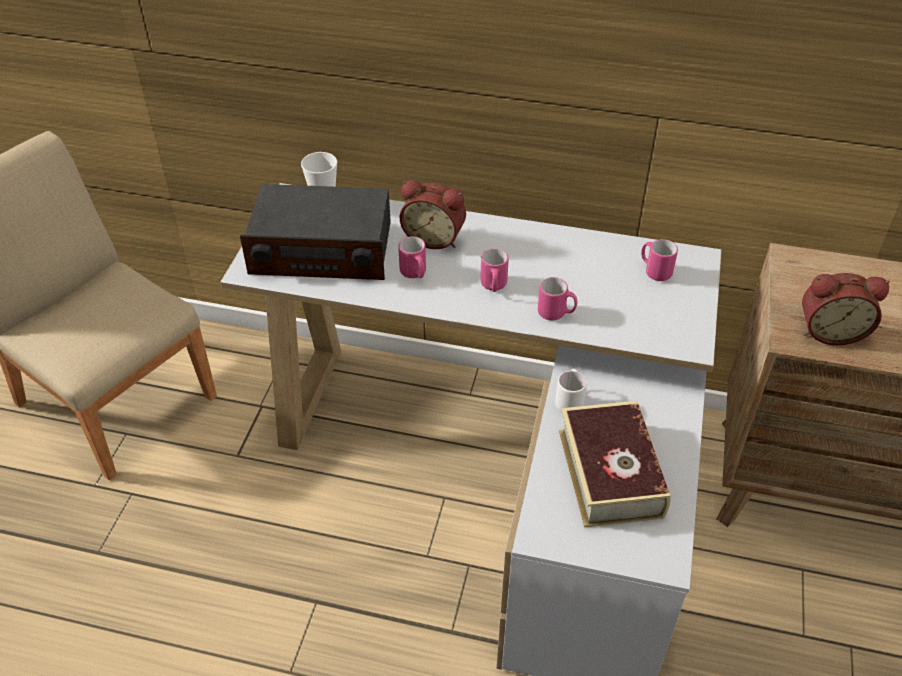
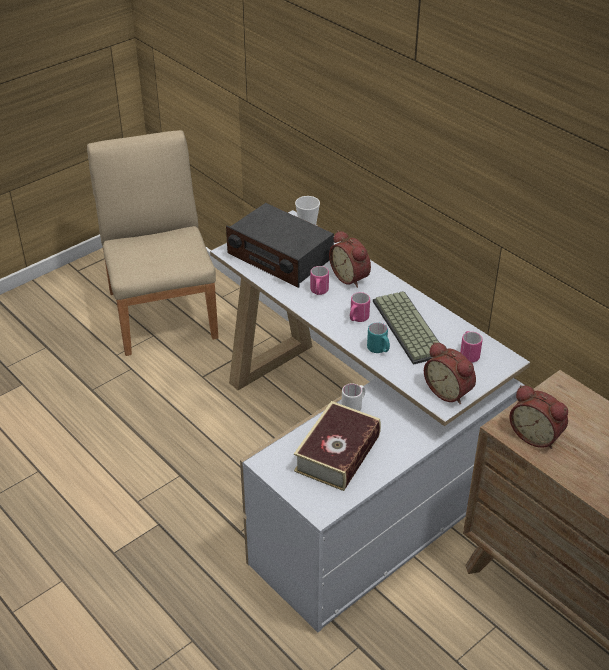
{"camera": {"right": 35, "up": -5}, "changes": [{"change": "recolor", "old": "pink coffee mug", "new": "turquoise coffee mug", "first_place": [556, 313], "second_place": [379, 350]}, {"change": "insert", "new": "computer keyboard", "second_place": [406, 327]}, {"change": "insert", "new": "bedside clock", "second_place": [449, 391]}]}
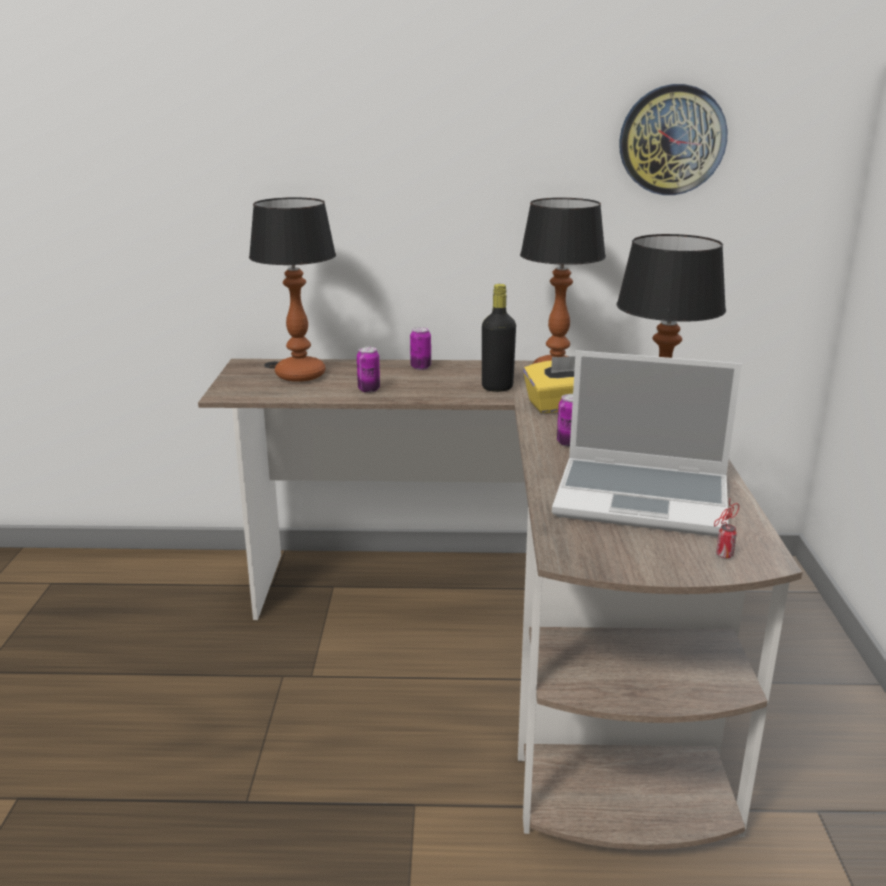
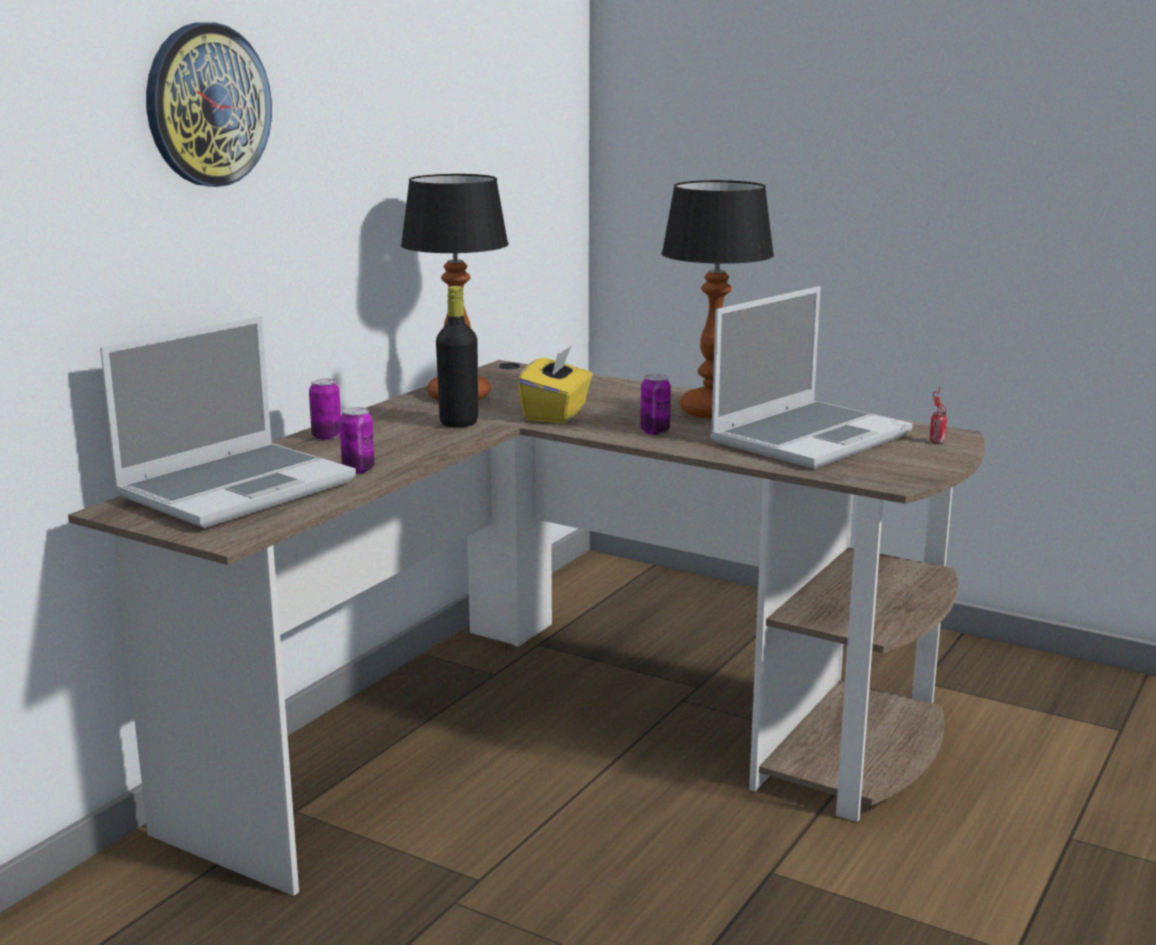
{"camera": {"right": -60, "up": -5}, "changes": [{"change": "replace", "old": "table lamp", "new": "portable computer", "first_place": [301, 374], "second_place": [237, 488]}, {"change": "move", "old": "hanging clock", "first_place": [672, 140], "second_place": [207, 105]}]}
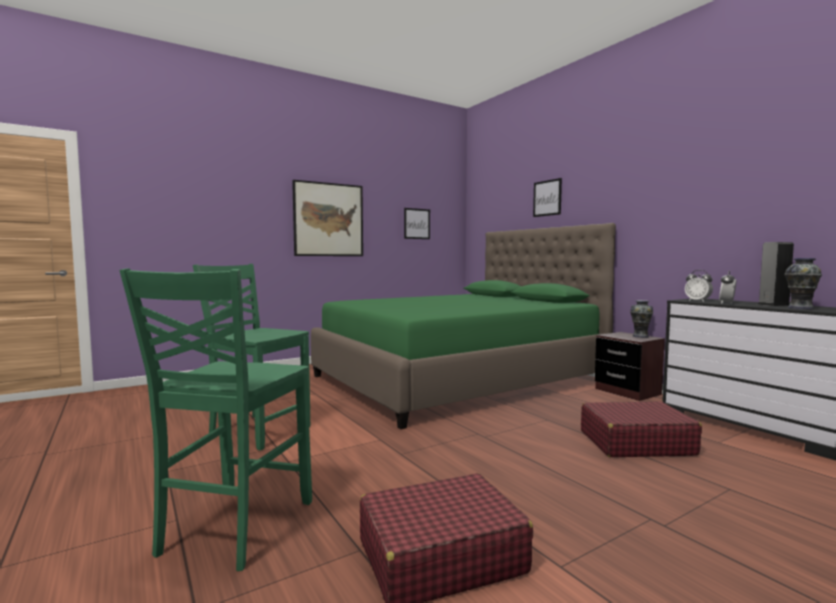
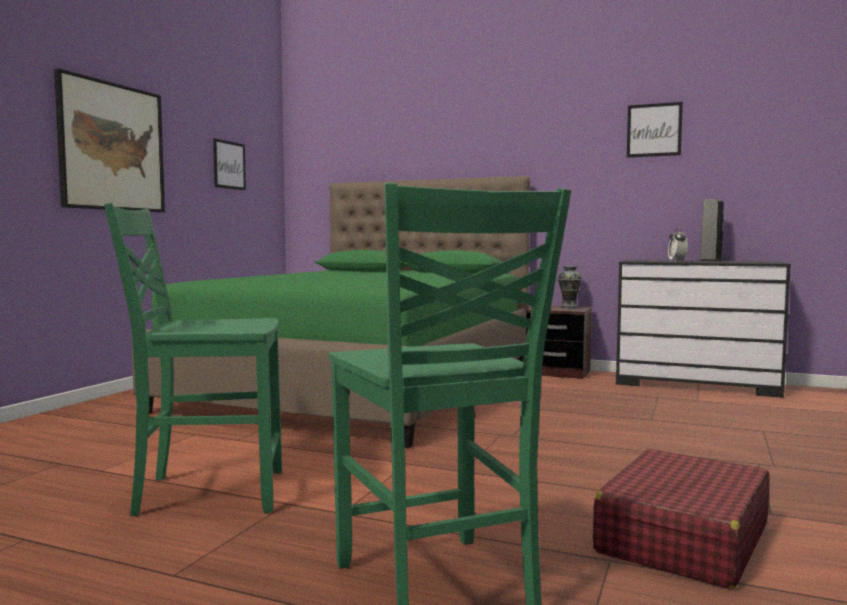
{"camera": {"right": -35, "up": 0}, "changes": [{"change": "move", "old": "wall art", "first_place": [547, 198], "second_place": [654, 130]}, {"change": "delete", "old": "reddish piece of luggage", "first_place": [635, 443]}, {"change": "delete", "old": "bedside clock", "first_place": [697, 301]}, {"change": "delete", "old": "decorative vase", "first_place": [800, 308]}]}
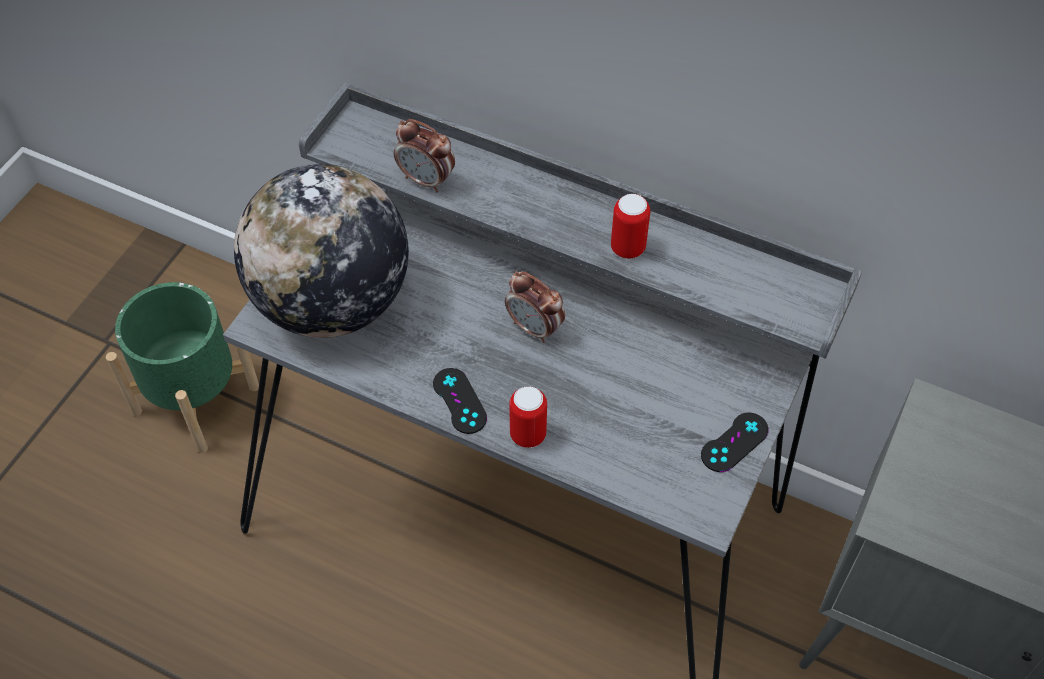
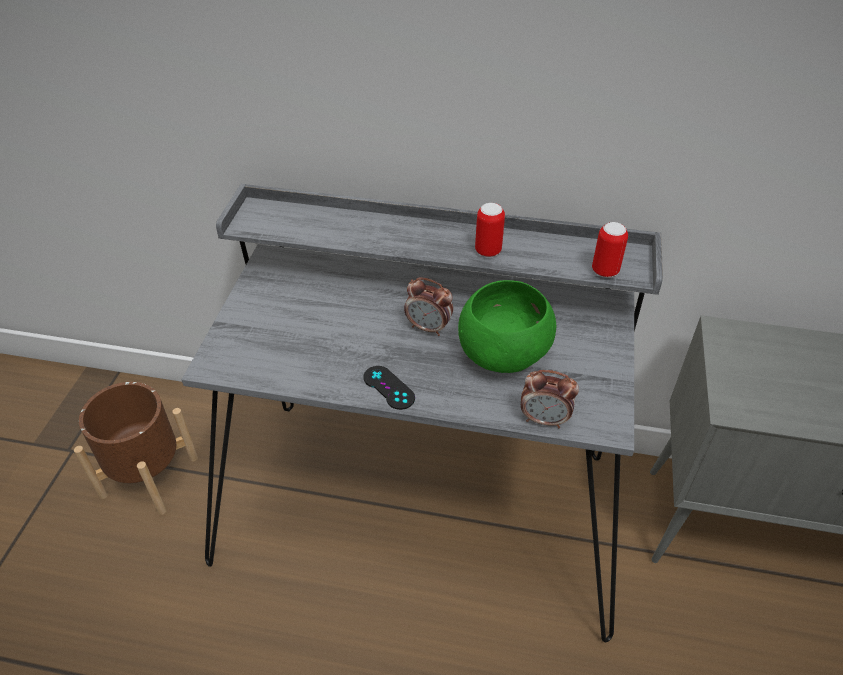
{"camera": {"right": -15, "up": -10}, "changes": [{"change": "recolor", "old": "green plant pot", "new": "brown plant pot", "first_place": [195, 398], "second_place": [149, 476]}, {"change": "delete", "old": "desk globe", "first_place": [332, 302]}, {"change": "move", "old": "bedside clock", "first_place": [426, 180], "second_place": [544, 419]}, {"change": "move", "old": "metal can", "first_place": [528, 435], "second_place": [605, 271]}, {"change": "delete", "old": "black joypad", "first_place": [734, 442]}, {"change": "insert", "new": "green deep dish", "second_place": [501, 353]}]}
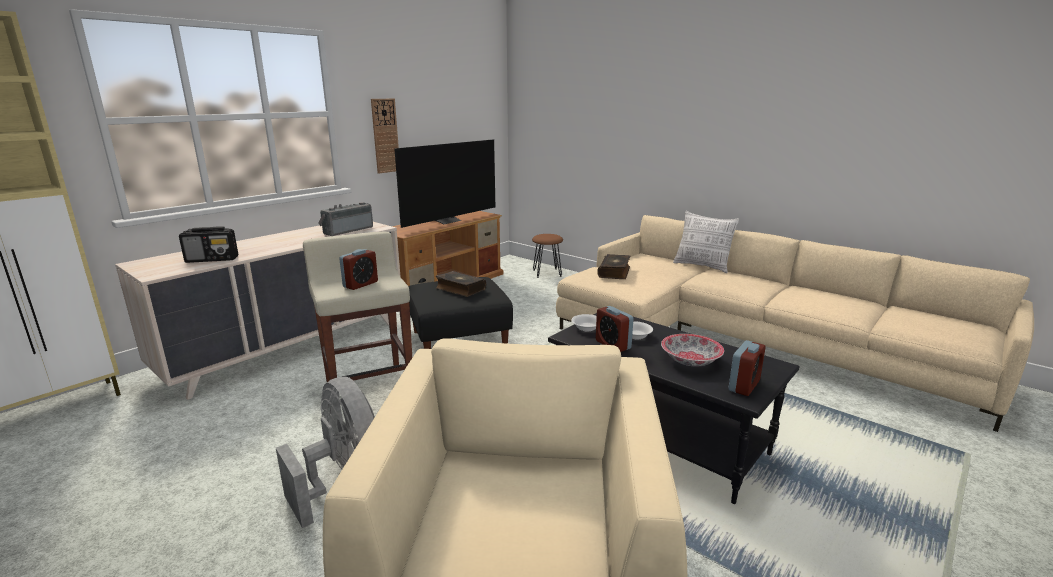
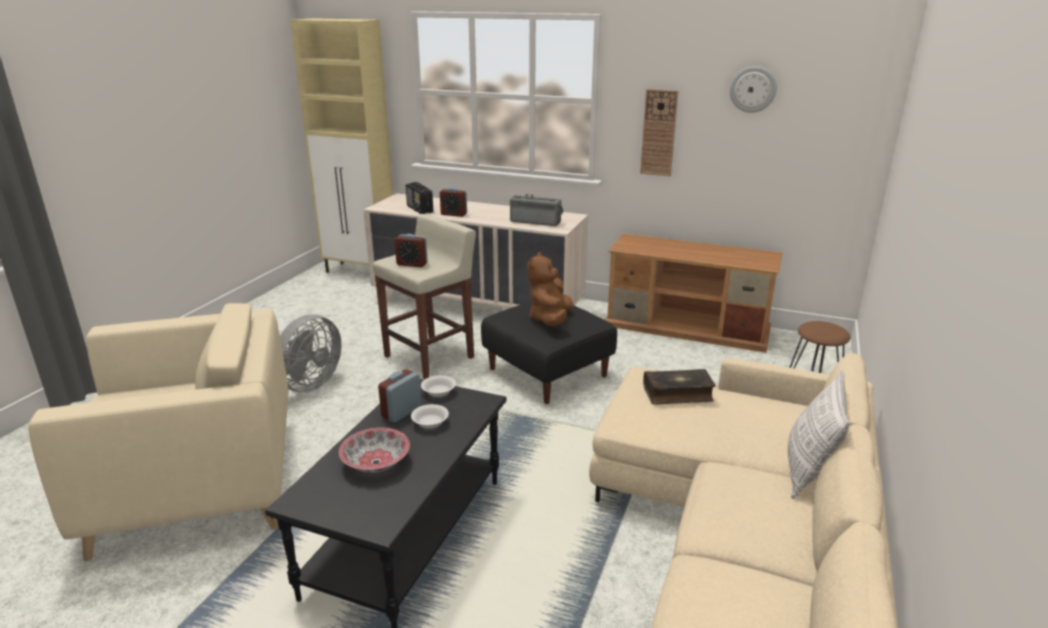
{"camera": {"right": 70, "up": 5}, "changes": [{"change": "delete", "old": "television", "first_place": [447, 221]}, {"change": "replace", "old": "bound book", "new": "brown cuddly toy", "first_place": [460, 289], "second_place": [550, 319]}, {"change": "move", "old": "bedside clock", "first_place": [744, 386], "second_place": [454, 214]}, {"change": "insert", "new": "hanging clock", "second_place": [753, 89]}]}
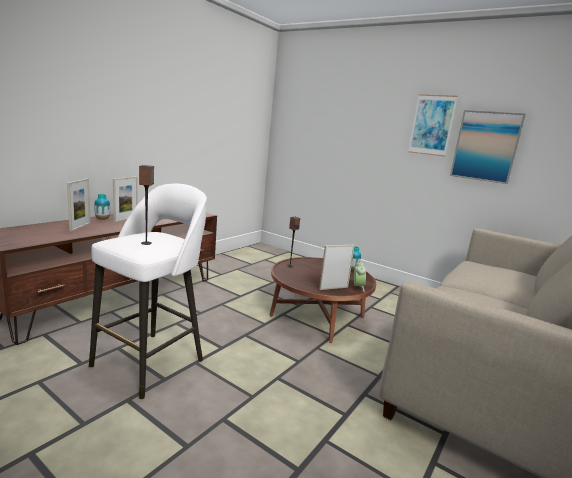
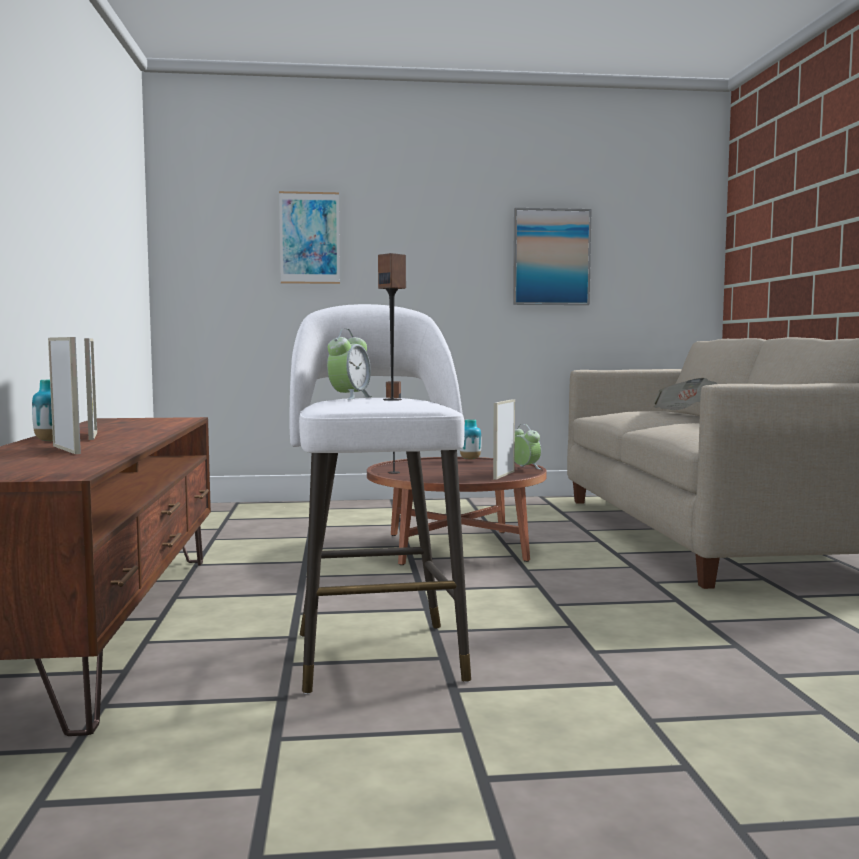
{"camera": {"right": -40, "up": -10}, "changes": [{"change": "move", "old": "wall art", "first_place": [432, 125], "second_place": [309, 238]}, {"change": "insert", "new": "bedside clock", "second_place": [349, 397]}, {"change": "insert", "new": "printed paper", "second_place": [683, 412]}]}
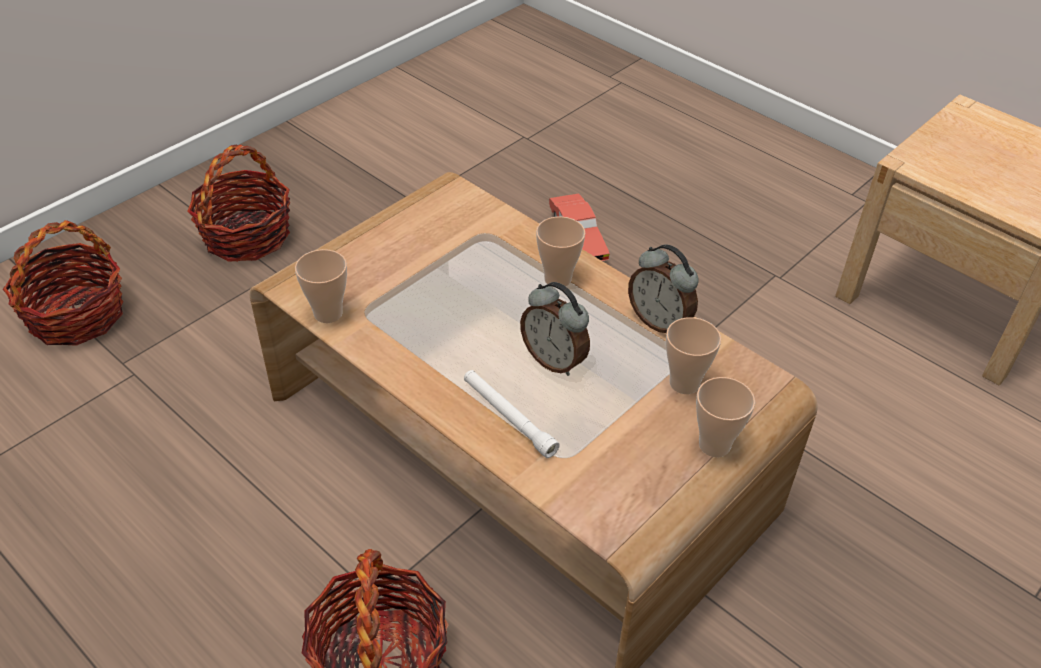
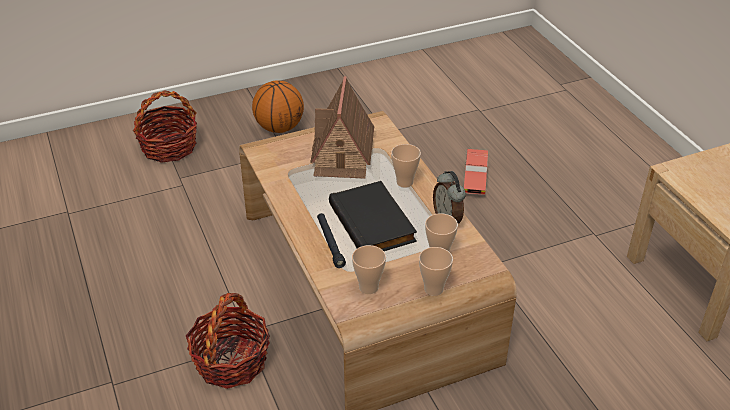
{"camera": {"right": 25, "up": -5}, "changes": [{"change": "replace", "old": "household basket", "new": "basketball", "first_place": [247, 236], "second_place": [279, 128]}, {"change": "move", "old": "small cup", "first_place": [328, 313], "second_place": [368, 287]}, {"change": "recolor", "old": "white-coloured flashlight", "new": "black flashlight", "first_place": [508, 417], "second_place": [330, 243]}, {"change": "replace", "old": "bedside clock", "new": "black bound book", "first_place": [554, 360], "second_place": [374, 222]}, {"change": "insert", "new": "model house", "second_place": [342, 153]}]}
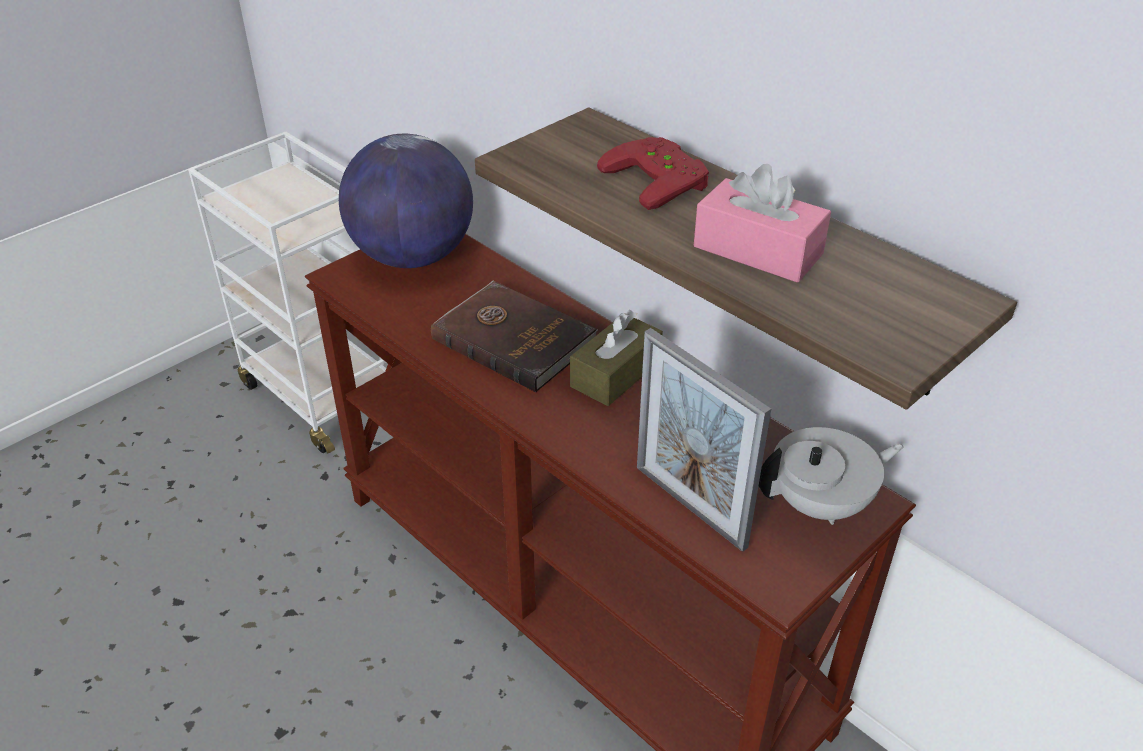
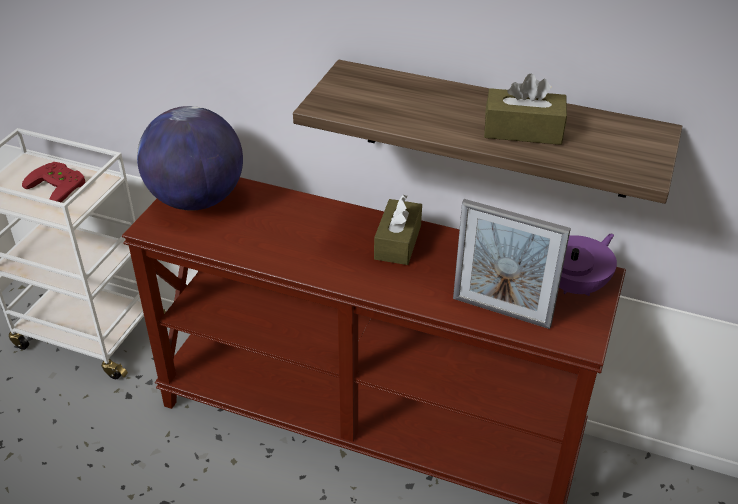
{"camera": {"right": -25, "up": 0}, "changes": [{"change": "delete", "old": "brown bound book", "first_place": [514, 339]}, {"change": "move", "old": "reddish joypad", "first_place": [661, 179], "second_place": [60, 185]}, {"change": "recolor", "old": "pink tissue holder", "new": "brown tissue holder", "first_place": [758, 250], "second_place": [523, 130]}, {"change": "recolor", "old": "white-coloured tea pot", "new": "purple tea pot", "first_place": [821, 504], "second_place": [575, 286]}]}
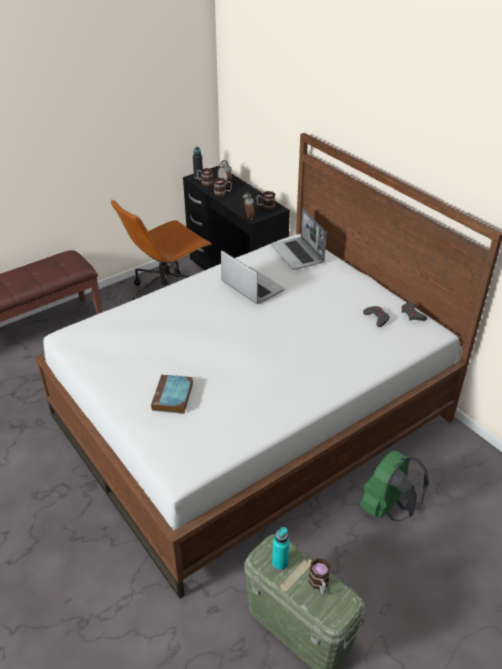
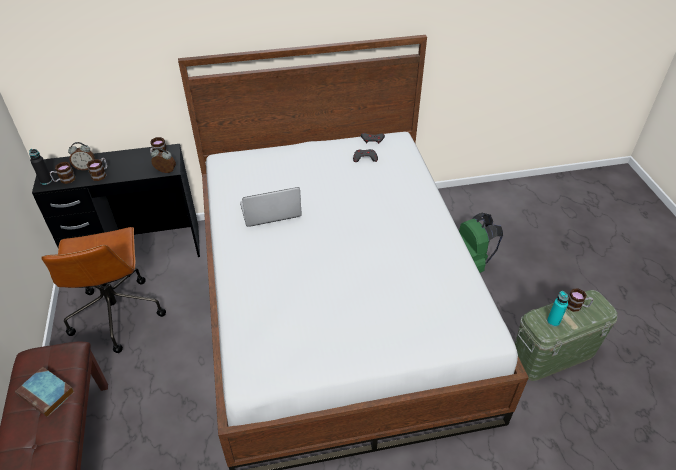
{"camera": {"right": -65, "up": 5}, "changes": [{"change": "move", "old": "bound book", "first_place": [173, 397], "second_place": [47, 394]}, {"change": "delete", "old": "portable computer", "first_place": [298, 254]}]}
